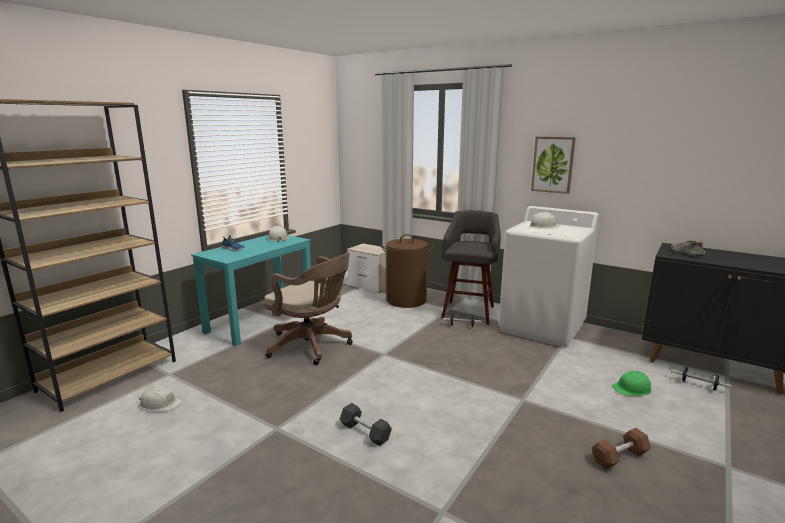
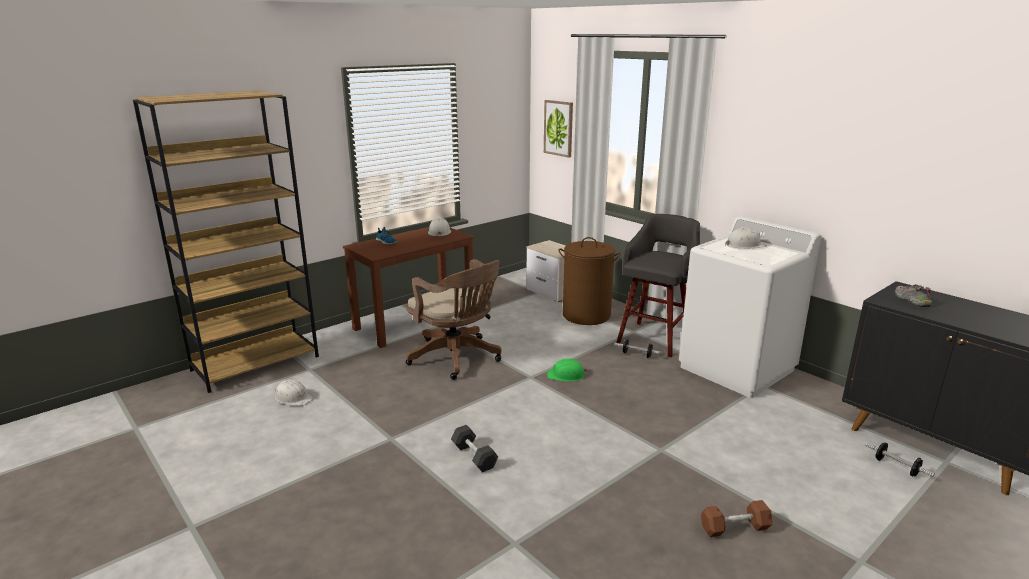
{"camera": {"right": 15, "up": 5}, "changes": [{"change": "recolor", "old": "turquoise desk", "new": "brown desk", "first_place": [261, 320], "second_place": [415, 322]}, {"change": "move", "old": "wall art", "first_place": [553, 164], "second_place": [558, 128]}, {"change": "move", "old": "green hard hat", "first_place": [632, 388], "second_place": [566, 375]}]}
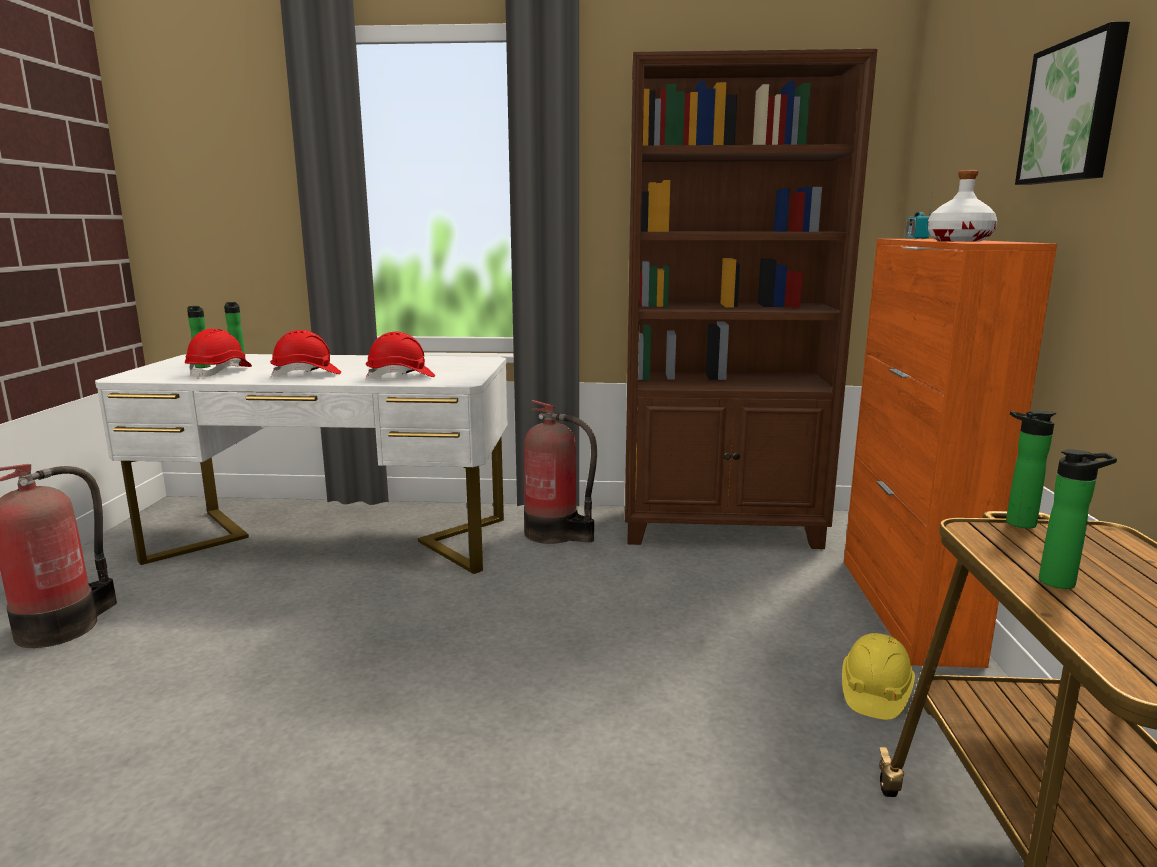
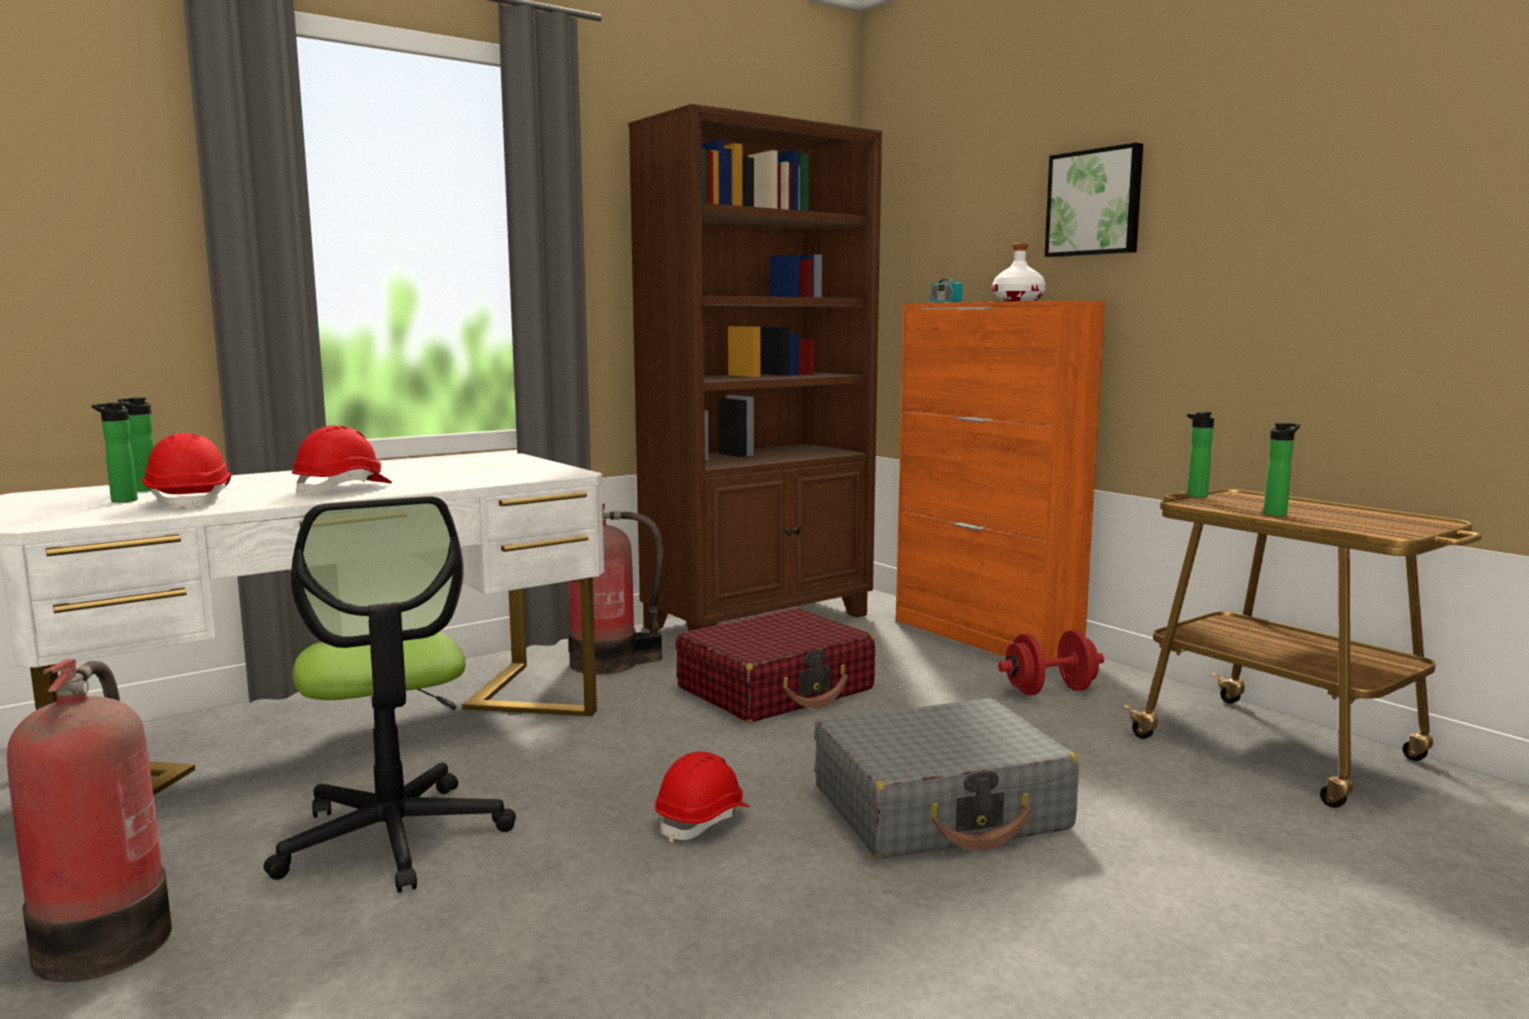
{"camera": {"right": -40, "up": -5}, "changes": [{"change": "move", "old": "reddish hard hat", "first_place": [401, 377], "second_place": [703, 820]}, {"change": "replace", "old": "yellow hard hat", "new": "reddish free weight", "first_place": [874, 693], "second_place": [1050, 691]}, {"change": "insert", "new": "desk chair", "second_place": [394, 838]}, {"change": "insert", "new": "reddish piece of luggage", "second_place": [776, 689]}, {"change": "insert", "new": "grey piece of luggage", "second_place": [941, 808]}]}
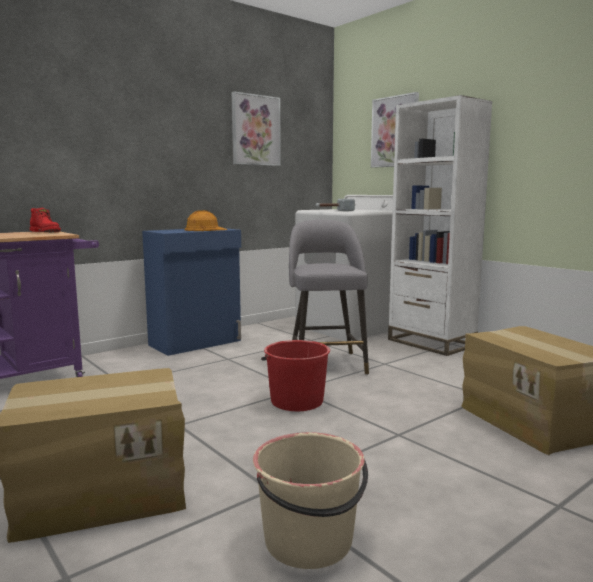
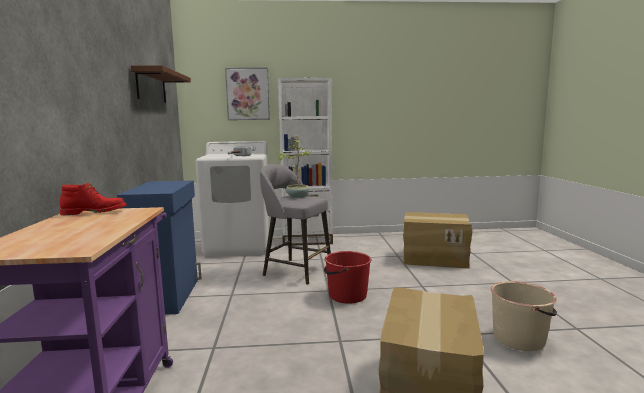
{"camera": {"right": -55, "up": 0}, "changes": [{"change": "delete", "old": "orange-coloured hard hat", "first_place": [205, 229]}, {"change": "replace", "old": "wall art", "new": "brown shelf", "first_place": [255, 130], "second_place": [151, 86]}, {"change": "insert", "new": "plant in a pot", "second_place": [297, 196]}]}
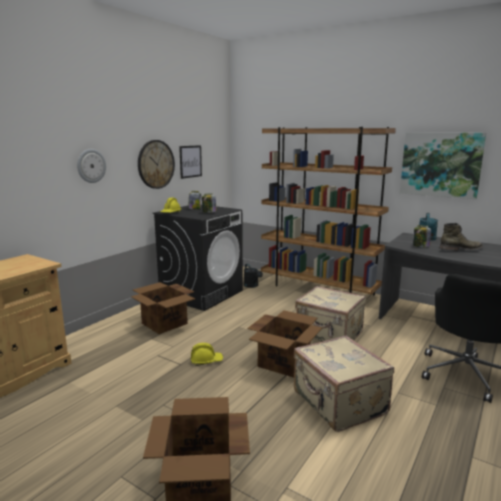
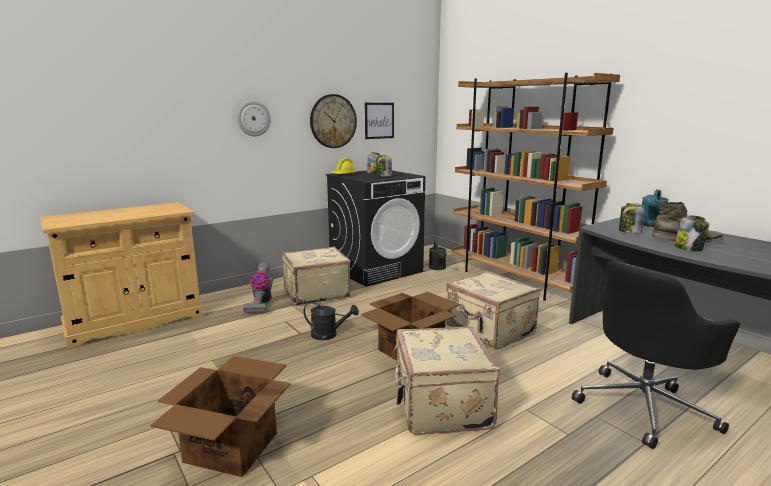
{"camera": {"right": 20, "up": 0}, "changes": [{"change": "replace", "old": "cardboard box", "new": "beige piece of luggage", "first_place": [164, 324], "second_place": [315, 293]}, {"change": "replace", "old": "yellow hard hat", "new": "black watering can", "first_place": [206, 361], "second_place": [329, 335]}, {"change": "delete", "old": "wall art", "first_place": [440, 164]}, {"change": "insert", "new": "vacuum cleaner", "second_place": [261, 303]}, {"change": "insert", "new": "preserve jar", "second_place": [689, 248]}]}
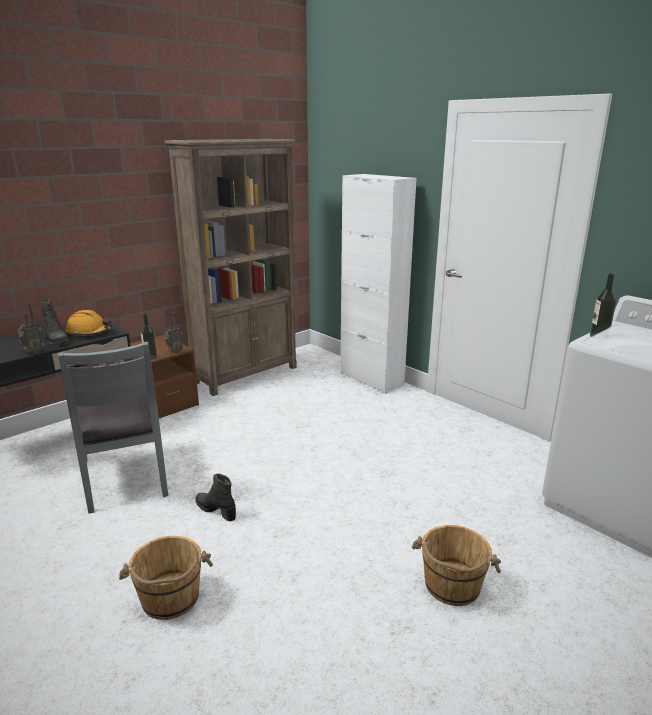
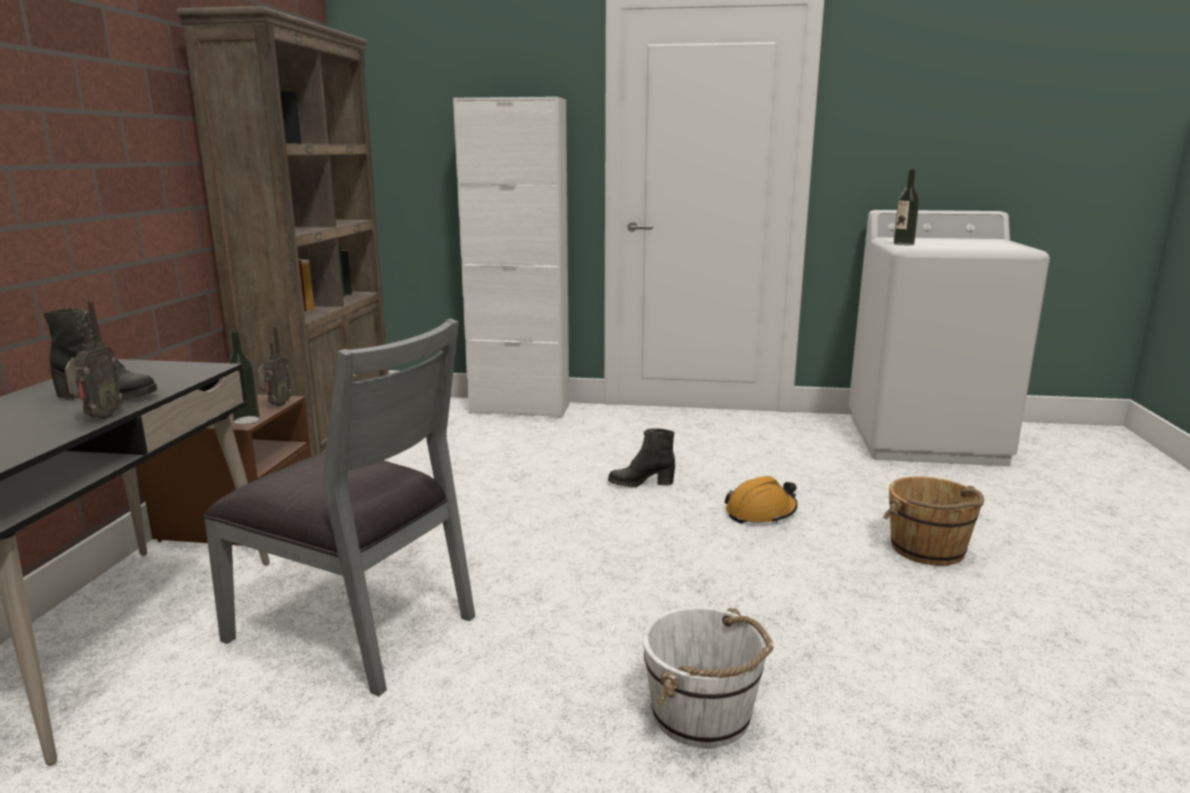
{"camera": {"right": -40, "up": -5}, "changes": [{"change": "move", "old": "orange-coloured hard hat", "first_place": [89, 332], "second_place": [761, 513]}, {"change": "recolor", "old": "brown pail", "new": "white-coloured pail", "first_place": [170, 599], "second_place": [703, 715]}, {"change": "move", "old": "black boot", "first_place": [216, 510], "second_place": [641, 483]}]}
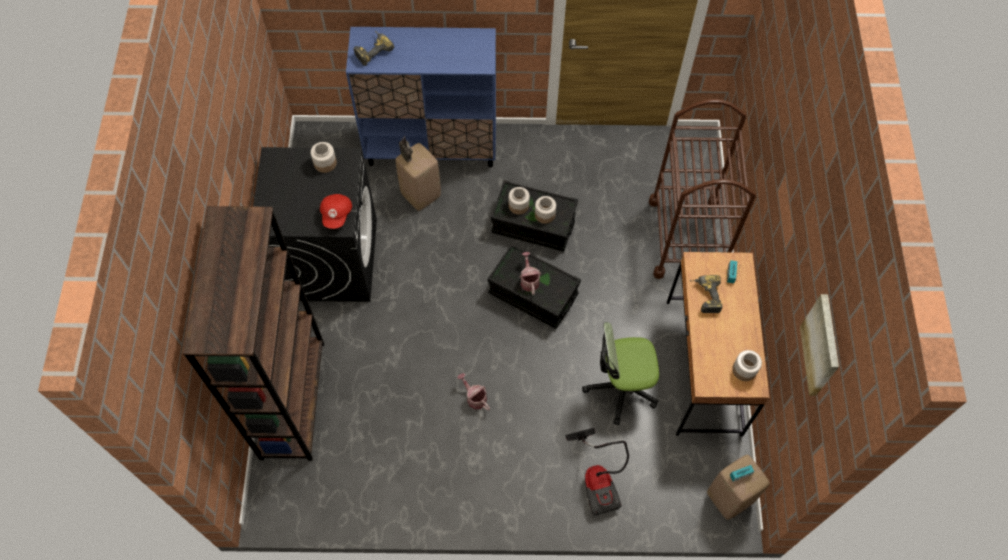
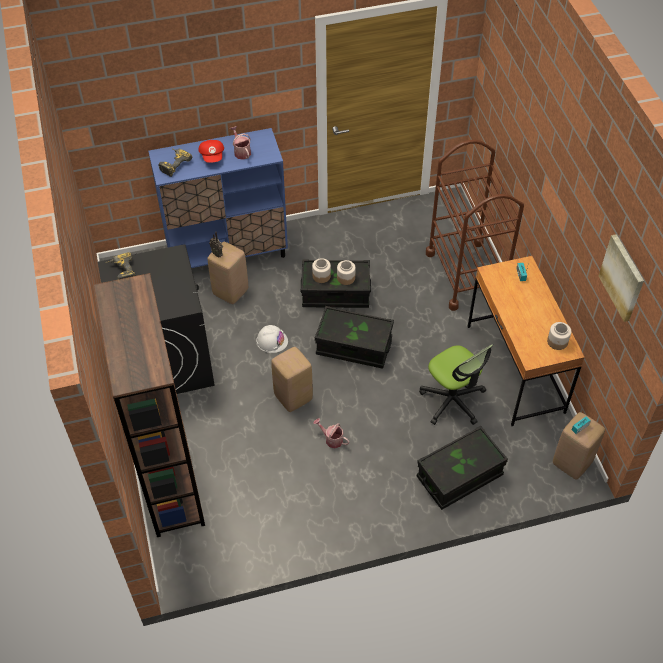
{"camera": {"right": -15, "up": -10}, "changes": [{"change": "delete", "old": "preserve jar", "first_place": [325, 163]}, {"change": "move", "old": "reddish peaked cap", "first_place": [337, 214], "second_place": [212, 156]}, {"change": "move", "old": "watering can", "first_place": [529, 280], "second_place": [241, 151]}, {"change": "replace", "old": "vacuum cleaner", "new": "black storage box", "first_place": [598, 479], "second_place": [459, 476]}, {"change": "rotate", "old": "desk chair", "first_place": [620, 387], "second_place": [452, 400], "degrees": -105}, {"change": "move", "old": "power drill", "first_place": [704, 296], "second_place": [121, 272]}, {"change": "insert", "new": "white-coloured hard hat", "second_place": [272, 341]}, {"change": "insert", "new": "beige stool seat", "second_place": [292, 397]}]}
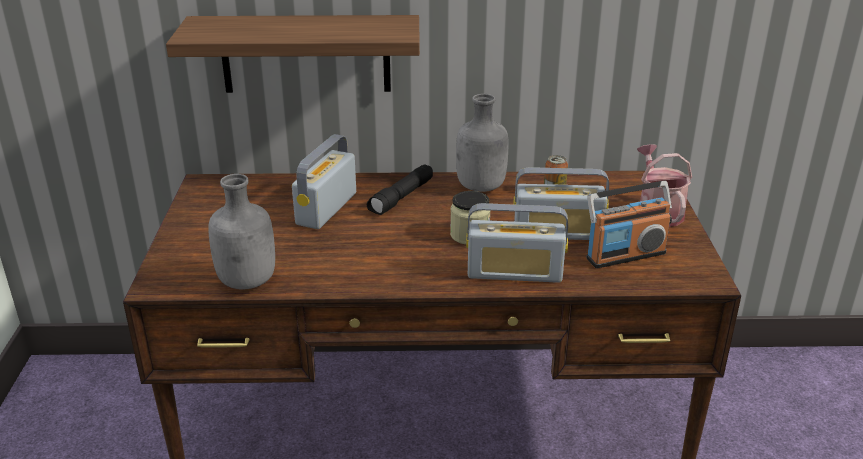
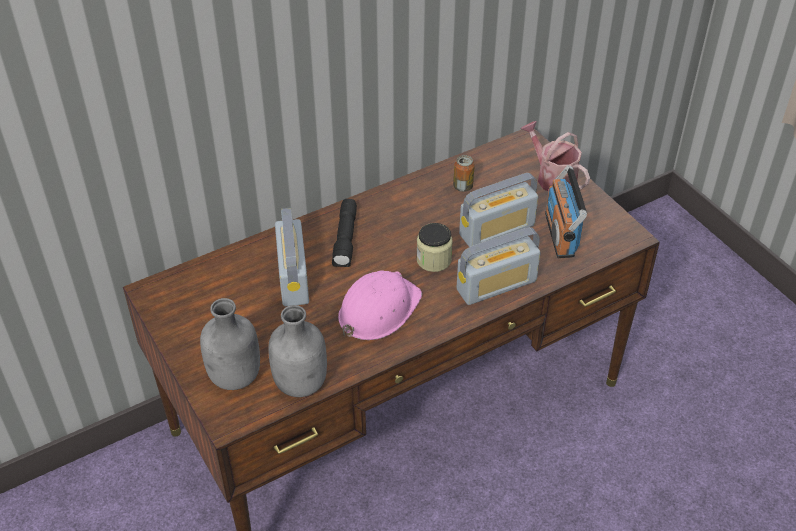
{"camera": {"right": -30, "up": 15}, "changes": [{"change": "delete", "old": "shelf", "first_place": [305, 54]}, {"change": "move", "old": "grey bottle", "first_place": [481, 187], "second_place": [236, 377]}, {"change": "rotate", "old": "radio set", "first_place": [625, 255], "second_place": [560, 234], "degrees": 135}, {"change": "insert", "new": "pink hard hat", "second_place": [378, 310]}]}
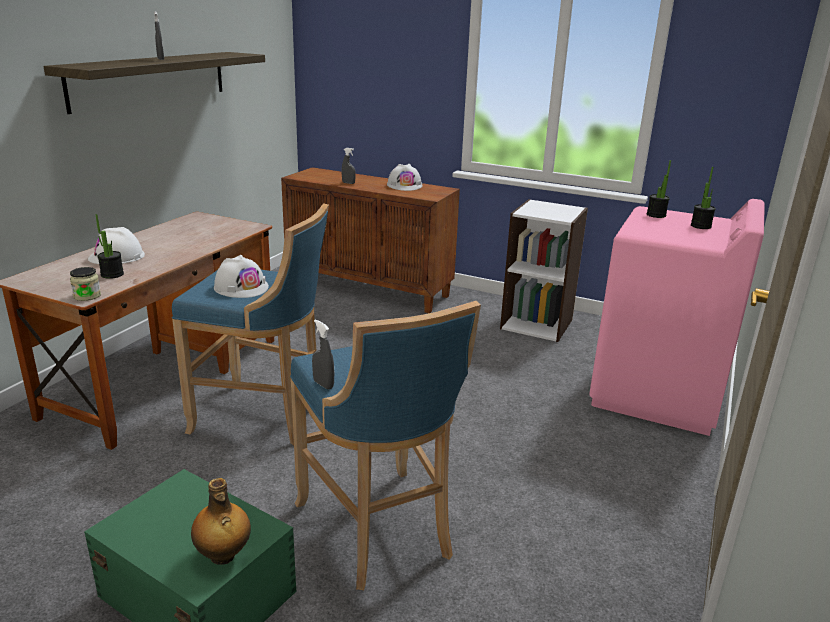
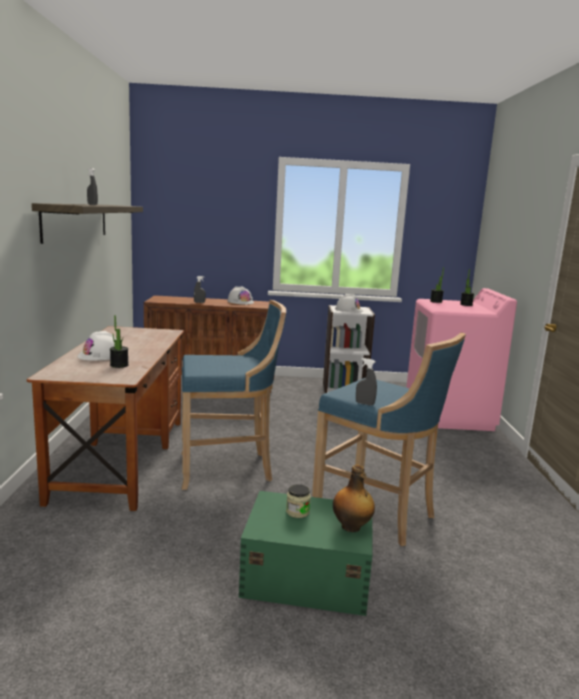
{"camera": {"right": -25, "up": -10}, "changes": [{"change": "move", "old": "preserve jar", "first_place": [87, 296], "second_place": [297, 512]}, {"change": "move", "old": "white-coloured hard hat", "first_place": [241, 287], "second_place": [348, 310]}]}
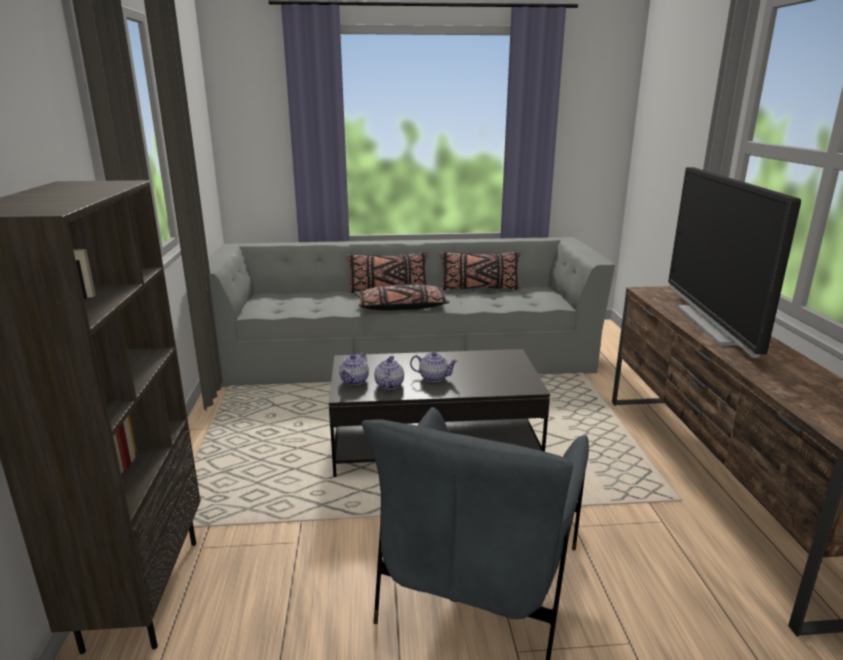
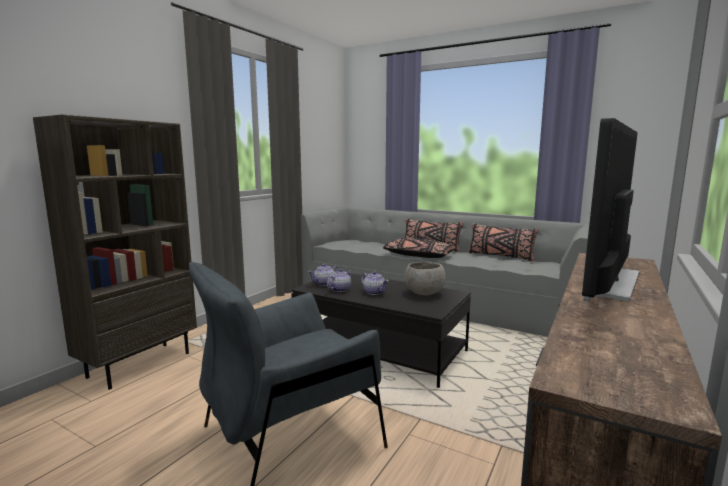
{"camera": {"right": 35, "up": -10}, "changes": [{"change": "insert", "new": "grey deep dish", "second_place": [424, 293]}]}
